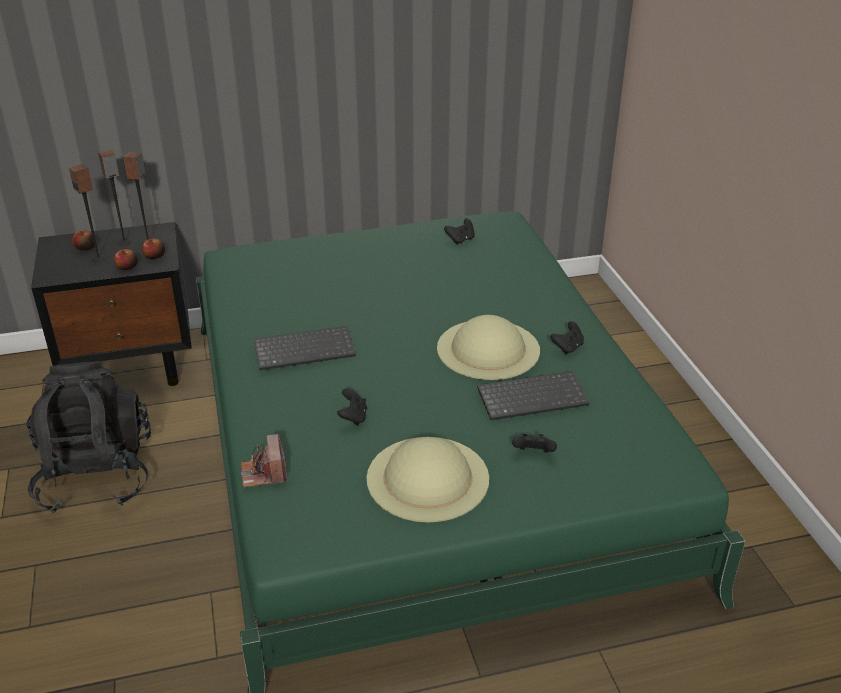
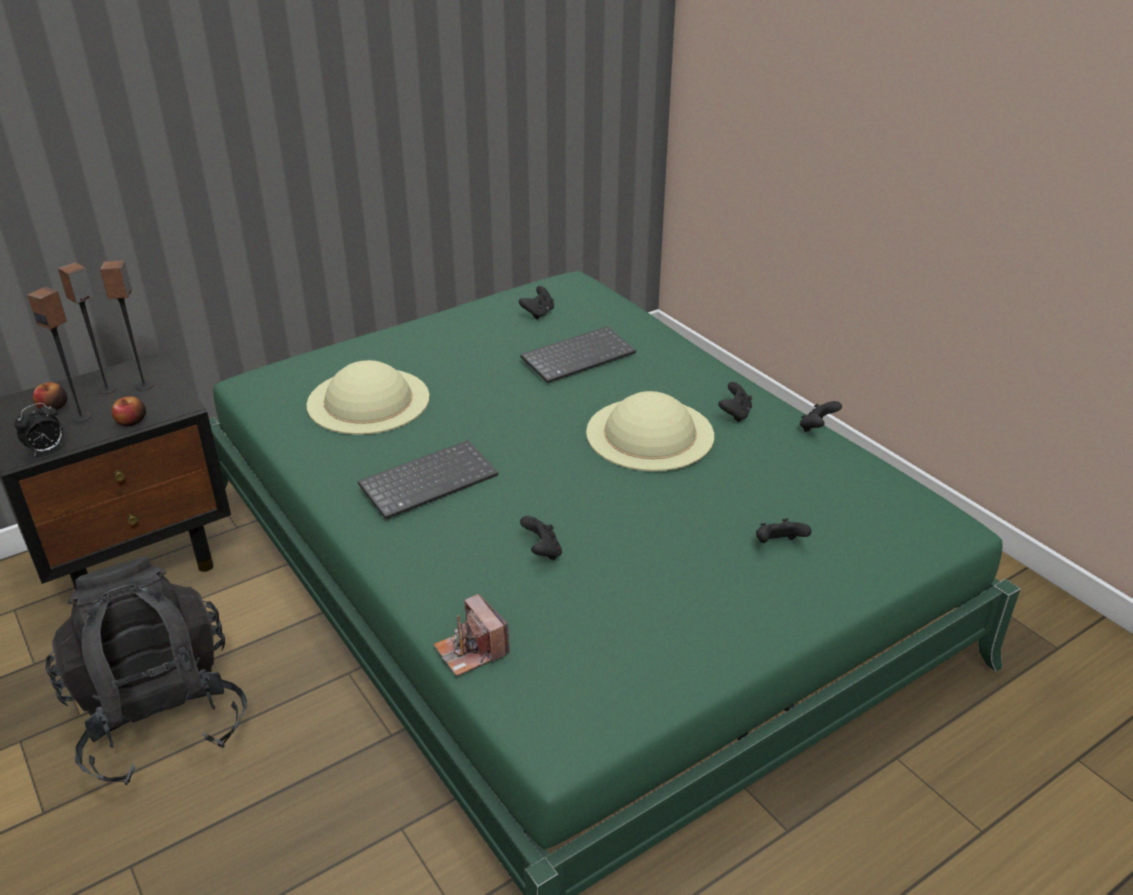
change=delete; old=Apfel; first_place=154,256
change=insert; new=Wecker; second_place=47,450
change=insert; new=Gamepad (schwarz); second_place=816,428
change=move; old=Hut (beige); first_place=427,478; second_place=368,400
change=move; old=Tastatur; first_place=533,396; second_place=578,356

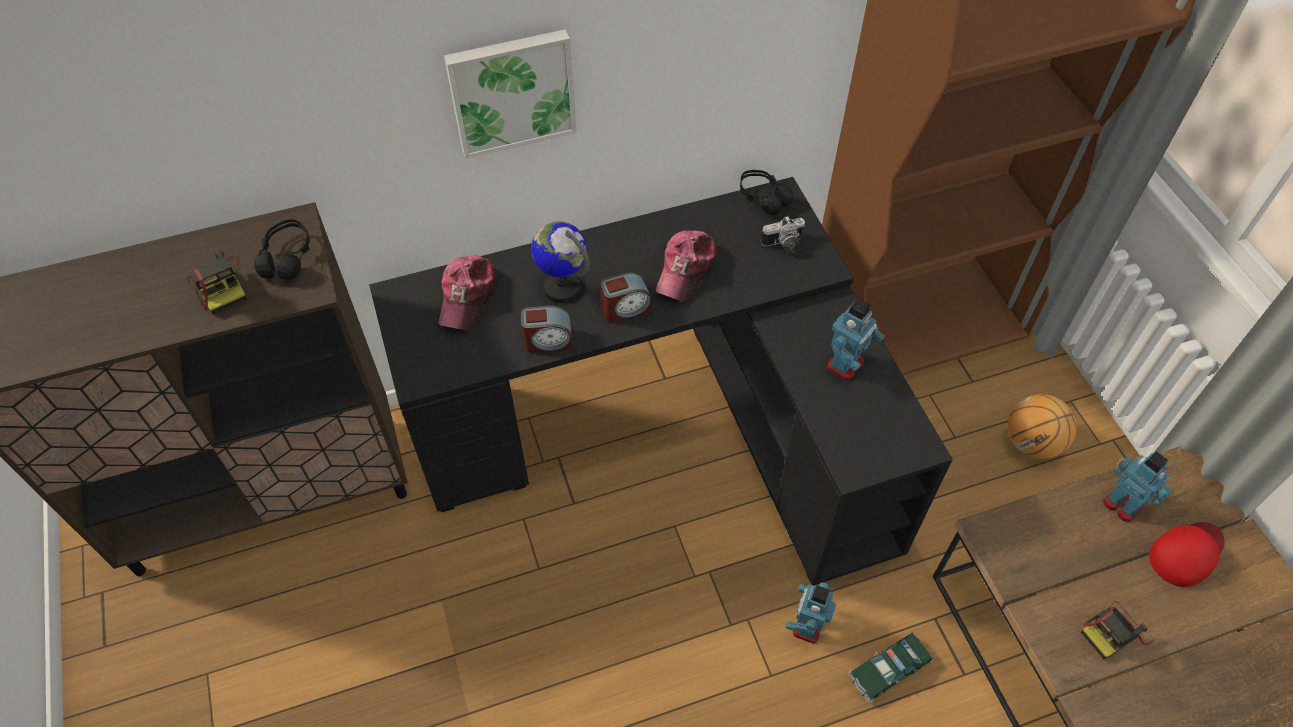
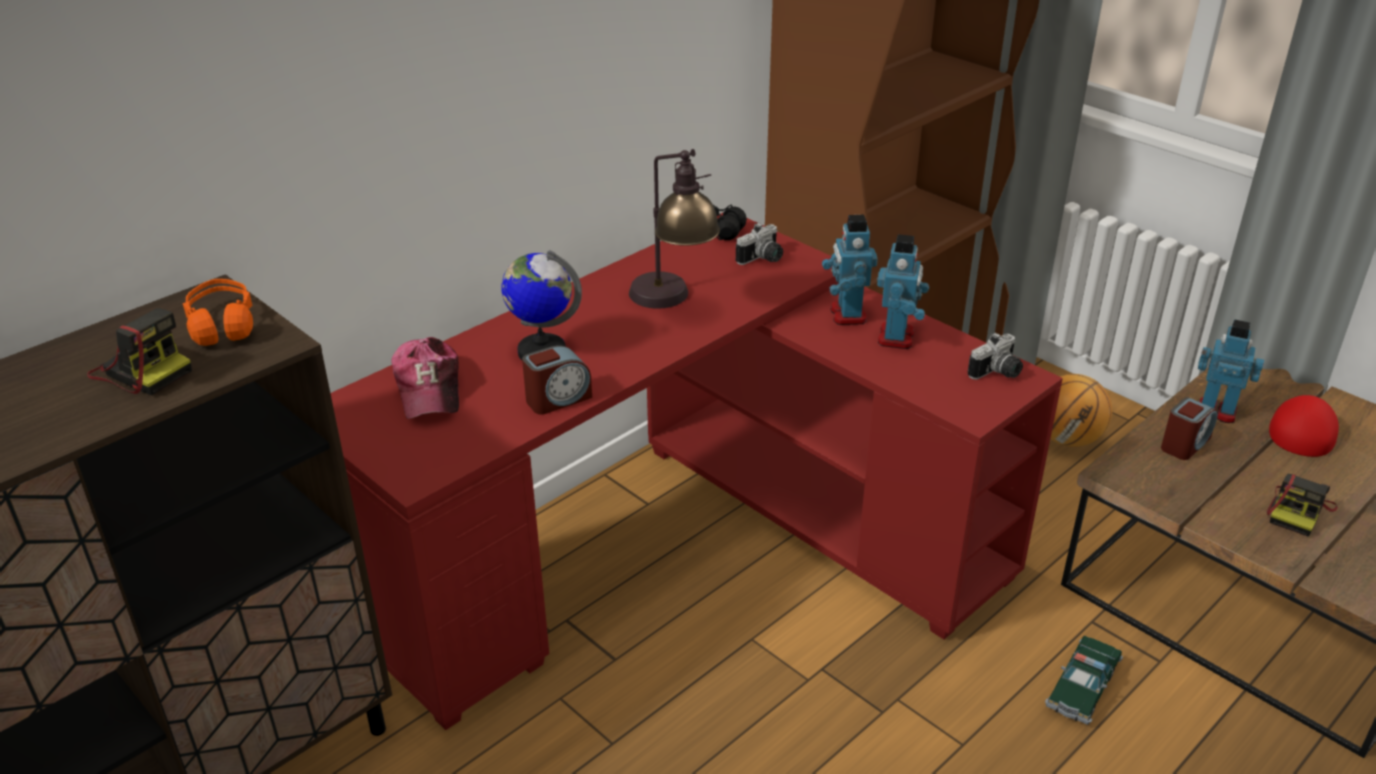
change=delete; old=Bild; first_place=512,91
change=insert; new=Kamera; second_place=998,373
change=move; old=Wecker; first_place=625,308; second_place=1185,444
change=move; old=Spielzeugroboter; first_place=807,626; second_place=847,315
change=replace; old=Kappe; new=Tischlampe; first_place=686,270; second_place=673,302
change=recolor; old=Kopfhörer (schwarz); new=Kopfhörer (orange); first_place=287,257; second_place=222,325
change=recolor; old=Schreibtisch (schwarz); new=Schreibtisch (rot); first_place=669,427; second_place=682,547

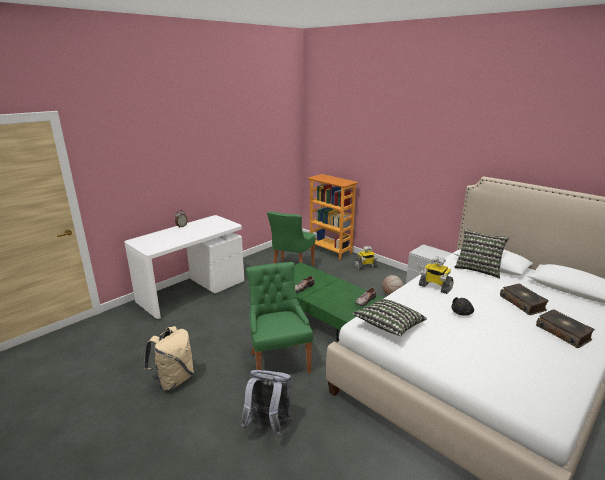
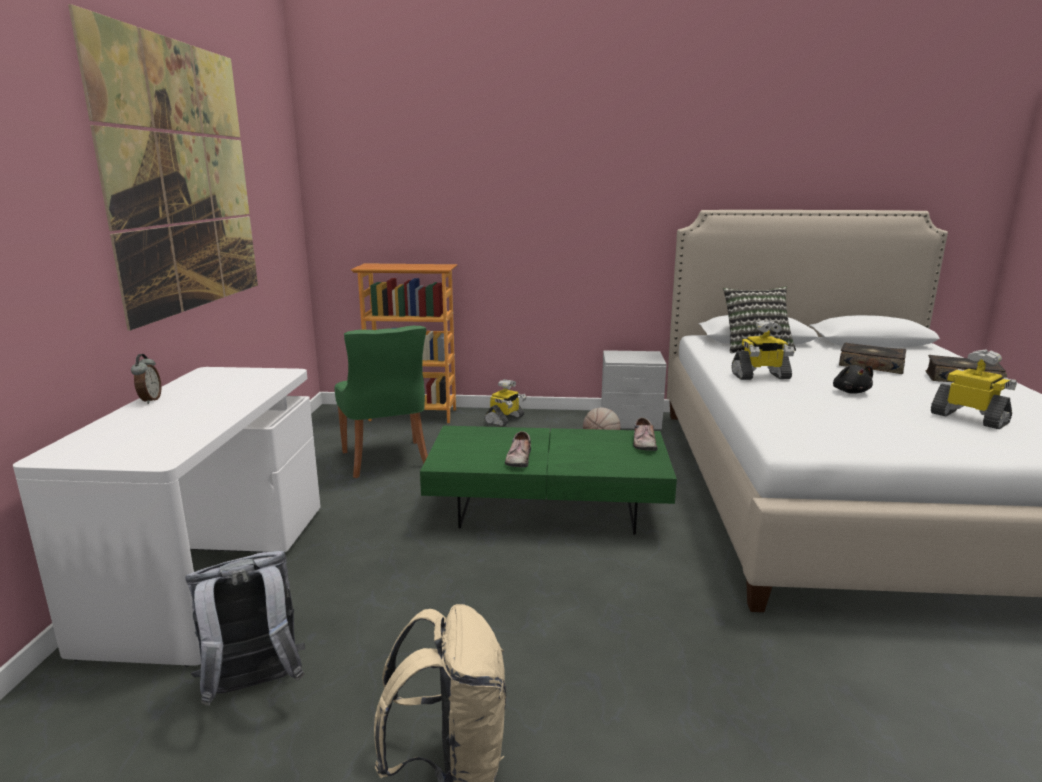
change=delete; old=Stuhl (grün); first_place=278,361
change=delete; old=Kissen; first_place=388,326
change=insert; new=Bild; second_place=184,178
change=insert; new=Spielzeugroboter; second_place=970,418
change=move; old=Rucksack (grau); first_place=269,426; second_place=254,688

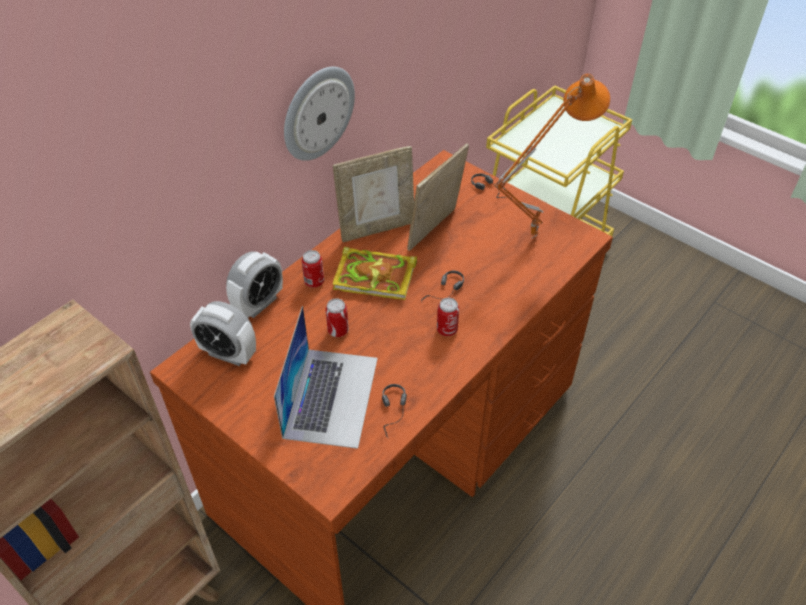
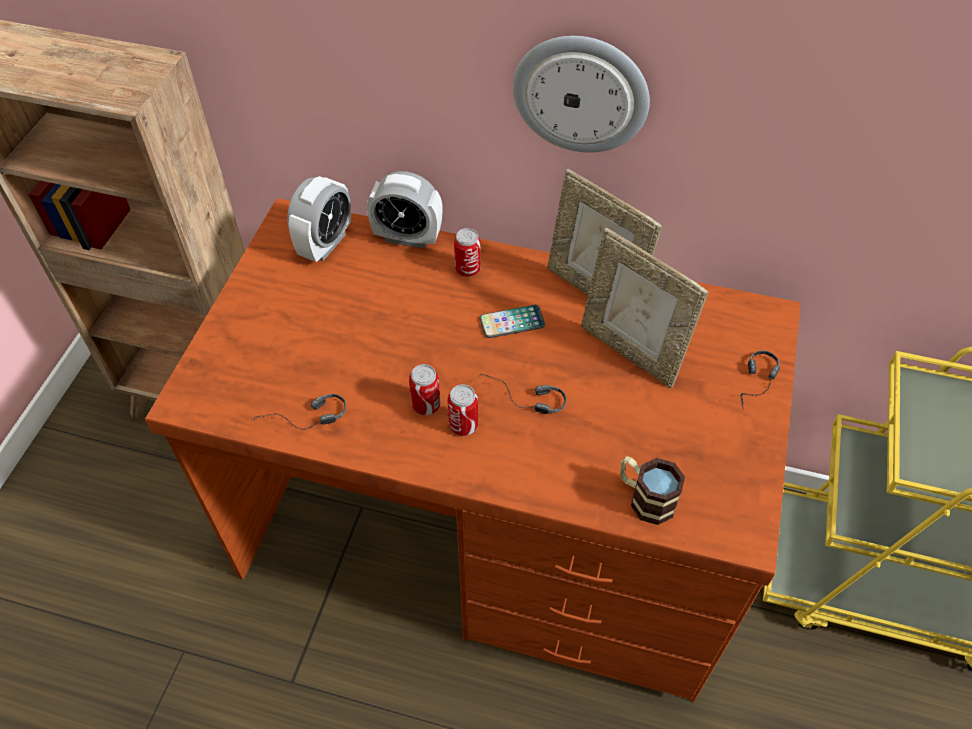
change=delete; old=Laptop; first_place=331,396
change=delete; old=Tischlampe (orange); first_place=532,235
change=insert; new=Henkelbecher; second_place=644,498
change=move; old=Dose; first_place=338,331; second_place=426,405
change=replace; old=Buch; new=Handy; first_place=377,276; second_place=512,322
change=rotate; old=Wecker; first_place=228,354; second_place=325,244; degrees=-150
change=rotate; old=Bilderrahmen; first_place=435,231; second_place=631,351; degrees=-150

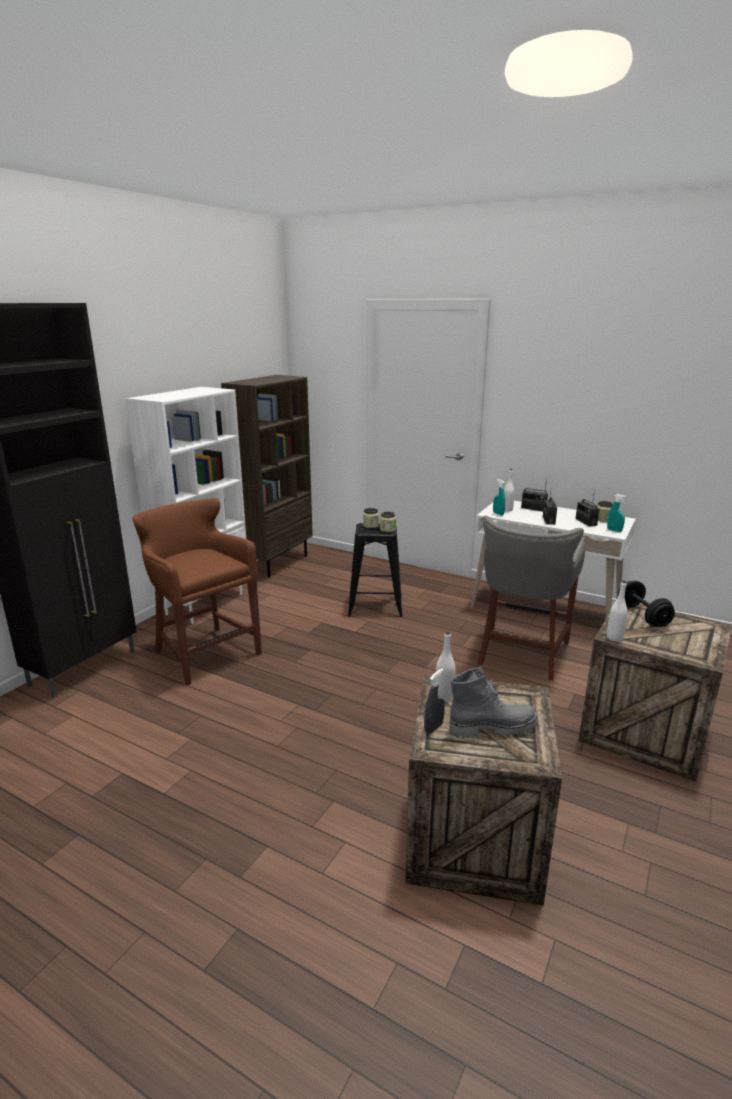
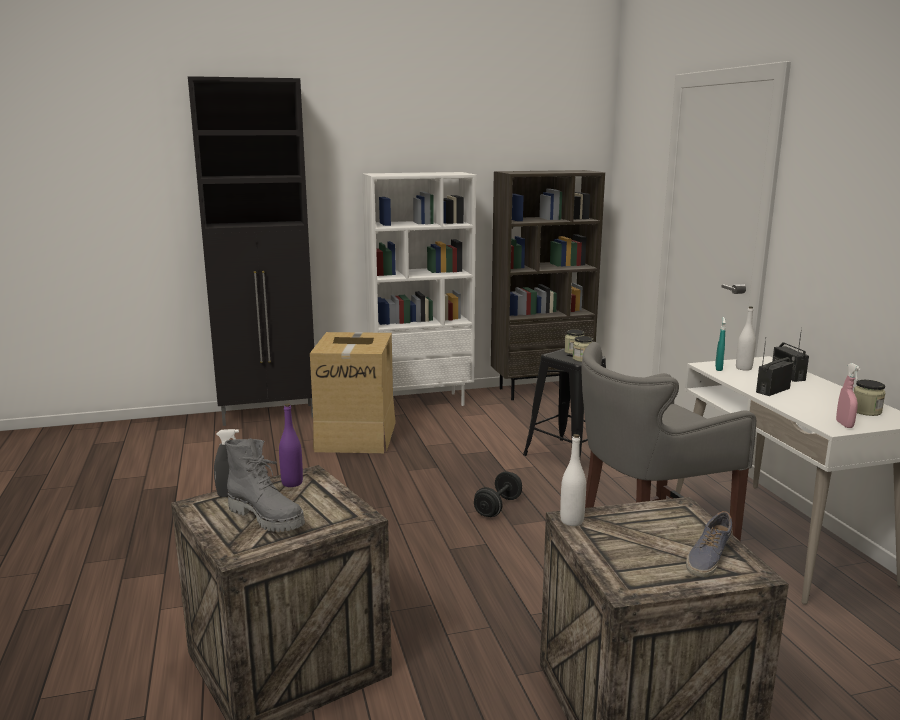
change=delete; old=Radio; first_place=586,522
change=insert; new=Schuh; second_place=708,557
change=move; old=Hantel (schwarz); first_place=642,616; second_place=498,507
change=replace; old=Hocker (braun); new=Karton; first_place=204,652; second_place=356,436
change=recolor; old=Flasche (weiß); new=Flasche (lila); first_place=444,696; second_place=292,483
change=recolor; old=Sprühflasche (türkis); new=Sprühflasche (rosa); first_place=614,530; second_place=844,424

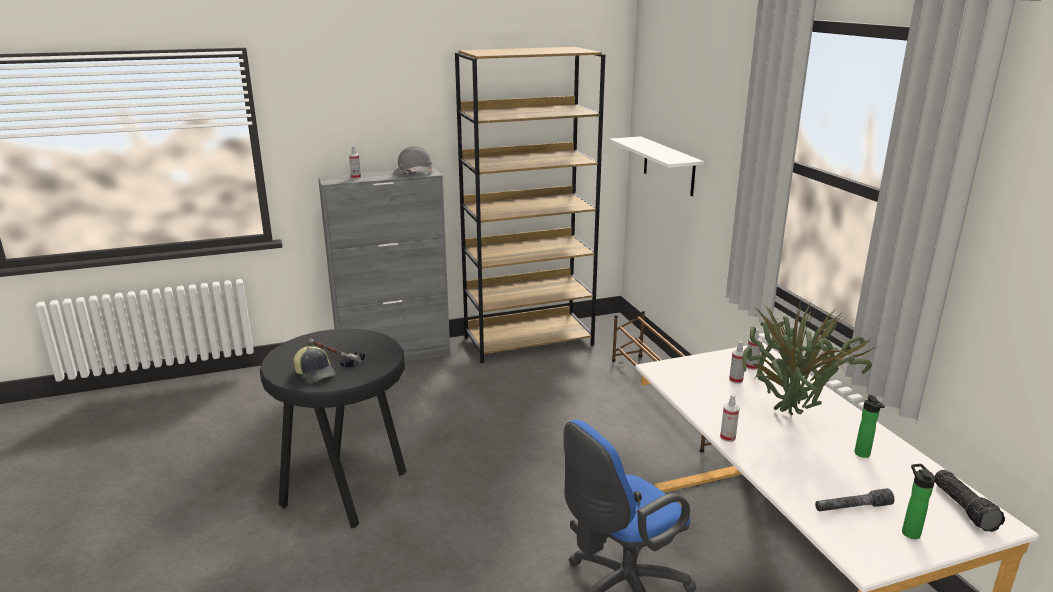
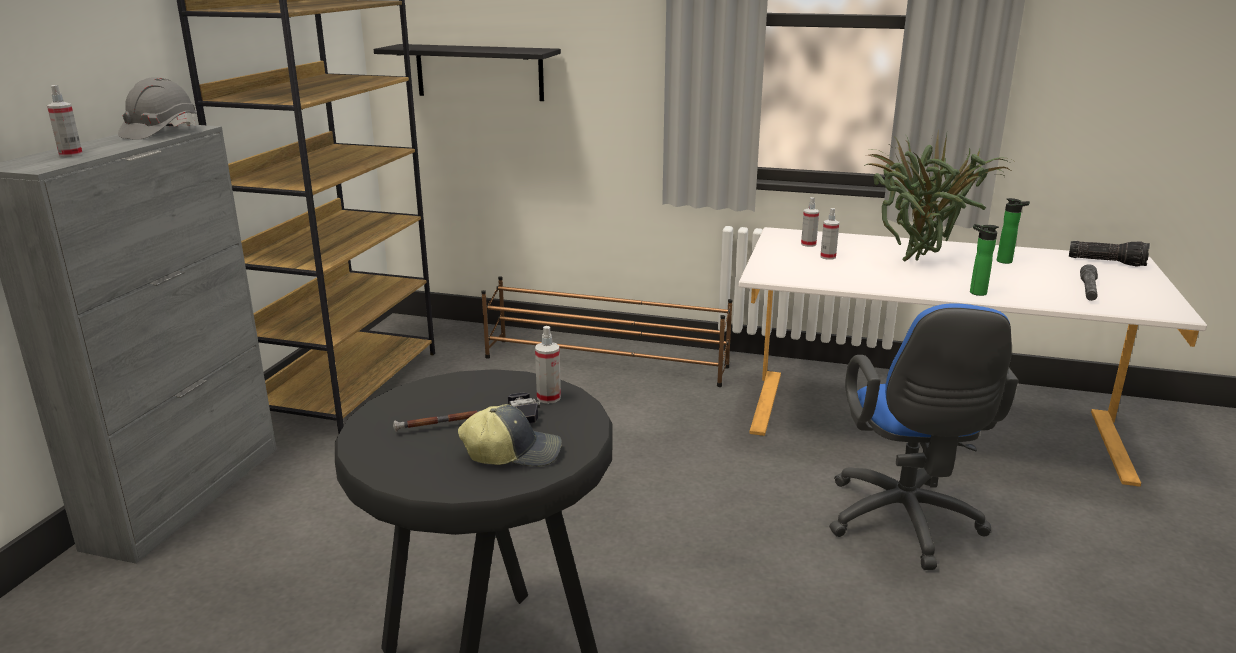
change=move; old=Sprühflasche; first_place=727,437; second_place=548,398
change=move; old=Flasche; first_place=909,531; second_place=975,292
change=recolor; old=Wandregal (weiß); new=Wandregal (schwarz); first_place=668,166; second_place=479,72

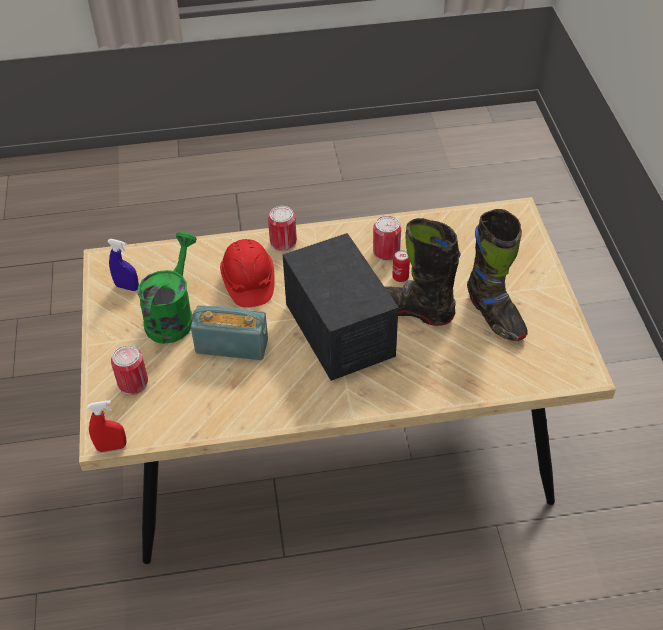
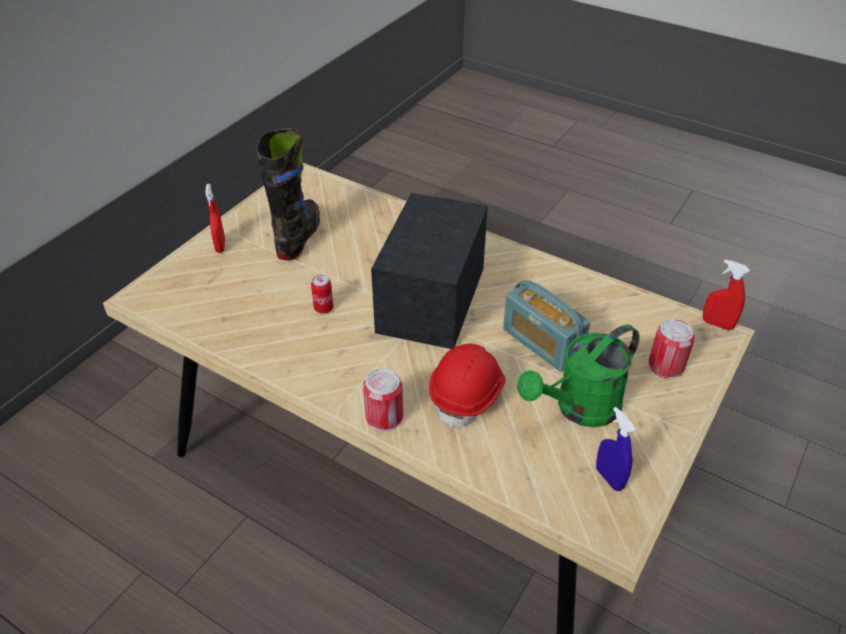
change=delete; old=Dose; first_place=386,252
change=delete; old=Stiefel (schwarz); first_place=412,310
change=insert; new=Sprühflasche (rot); second_place=220,246

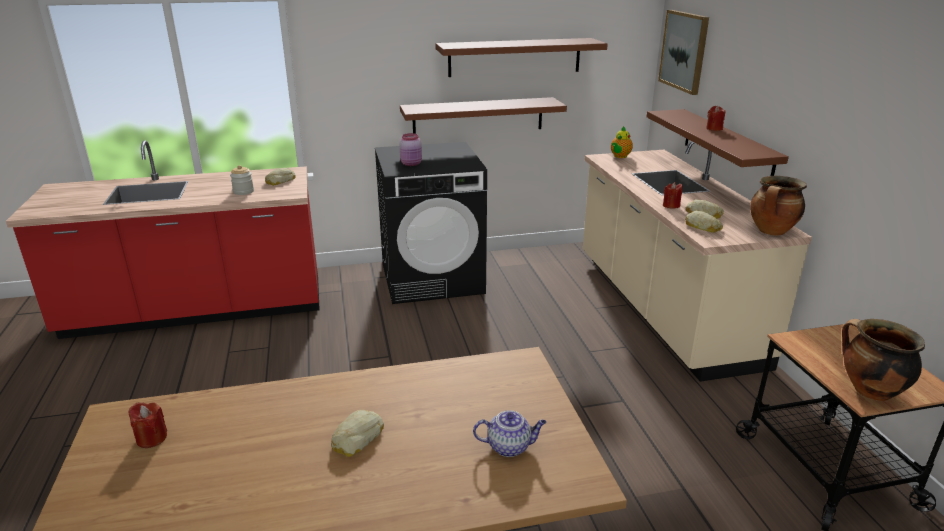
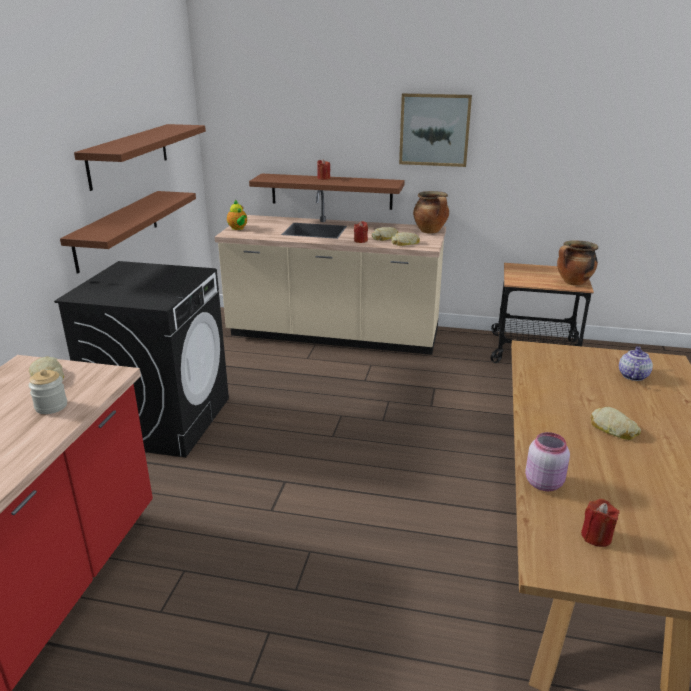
change=move; old=Vorratsglas (rosa); first_place=411,164; second_place=544,482
change=move; old=Bild; first_place=684,51; second_place=434,130

